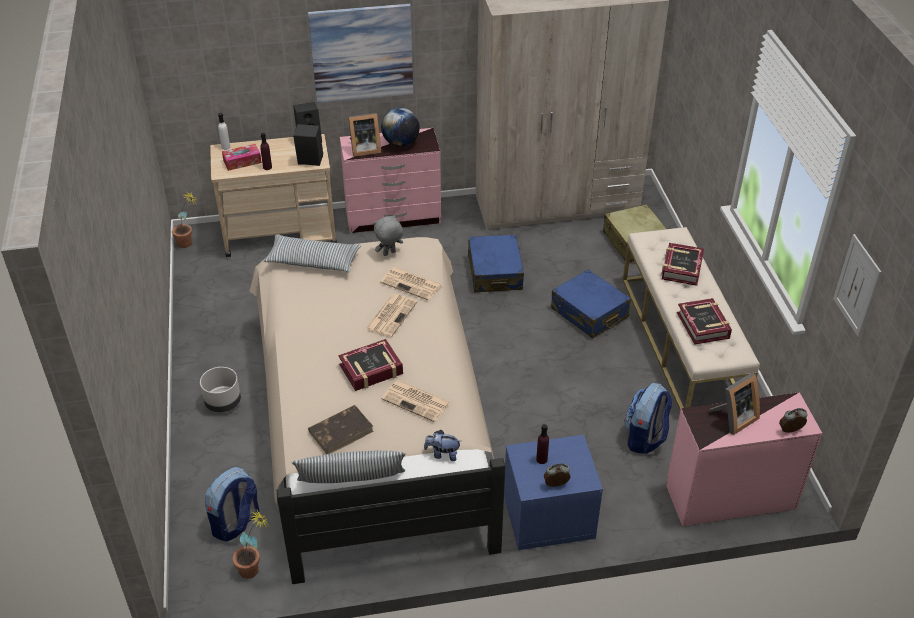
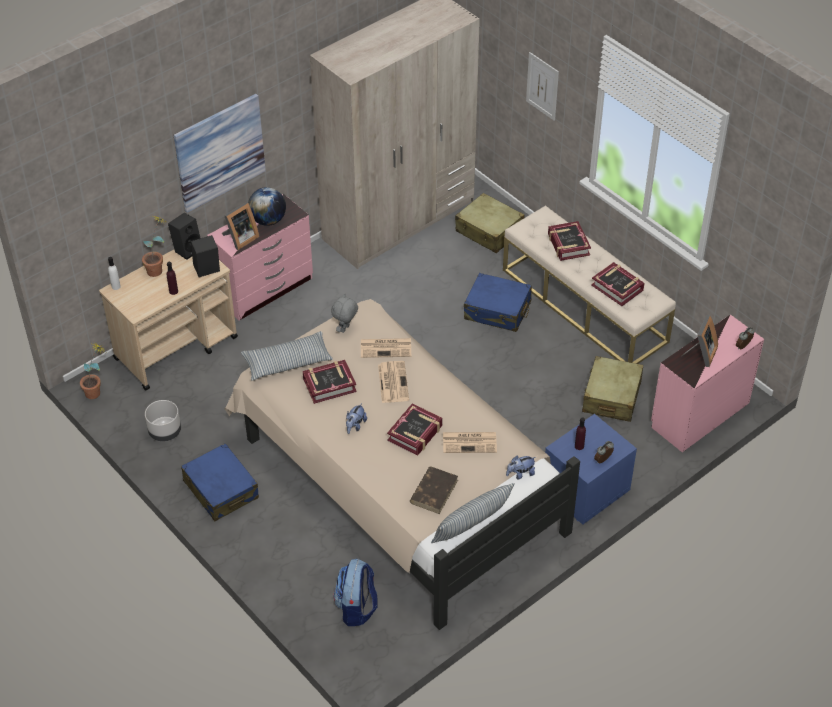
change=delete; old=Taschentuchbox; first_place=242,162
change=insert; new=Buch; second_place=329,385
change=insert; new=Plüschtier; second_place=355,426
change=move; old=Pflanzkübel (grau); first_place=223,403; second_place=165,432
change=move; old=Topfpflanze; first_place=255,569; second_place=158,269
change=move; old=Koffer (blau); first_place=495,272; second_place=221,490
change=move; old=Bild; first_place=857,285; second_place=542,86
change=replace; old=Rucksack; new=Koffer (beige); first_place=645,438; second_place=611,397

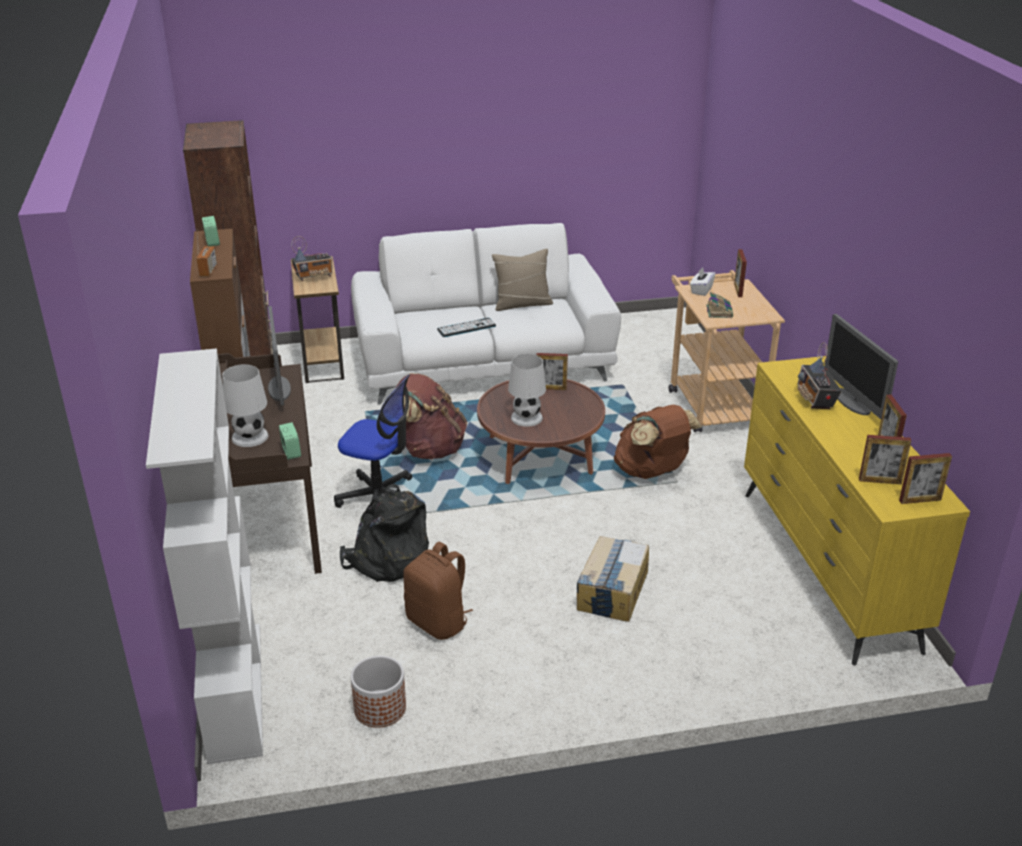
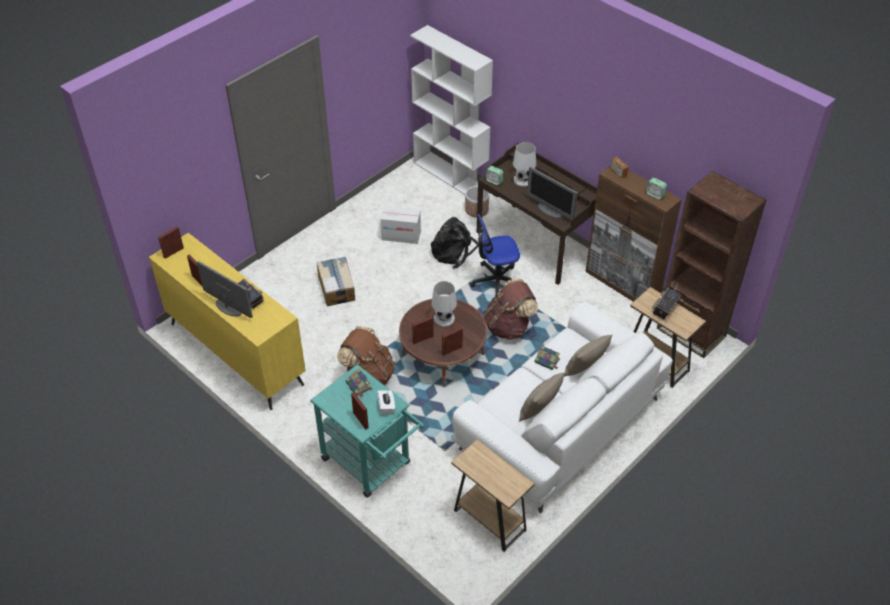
change=insert; new=Beistelltisch (braun); second_place=489,520
change=insert; new=Kissen (beige); second_place=585,368
change=move; old=Pflanzkübel; first_place=379,709; second_place=477,209
change=move; old=Bilderrahmen; first_place=880,481; second_place=423,339
change=replace; old=Rucksack (braun); new=Karton; first_place=438,622; second_place=401,235
change=replace; old=Tastatur; new=Buch; first_place=466,328; second_place=547,361
change=recolor; old=Rollwagen (beige); new=Rollwagen (türkis); first_place=712,402; second_place=371,465

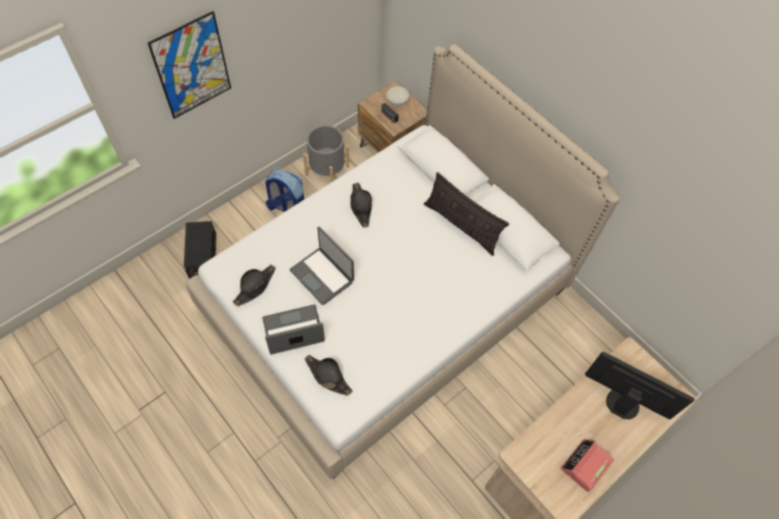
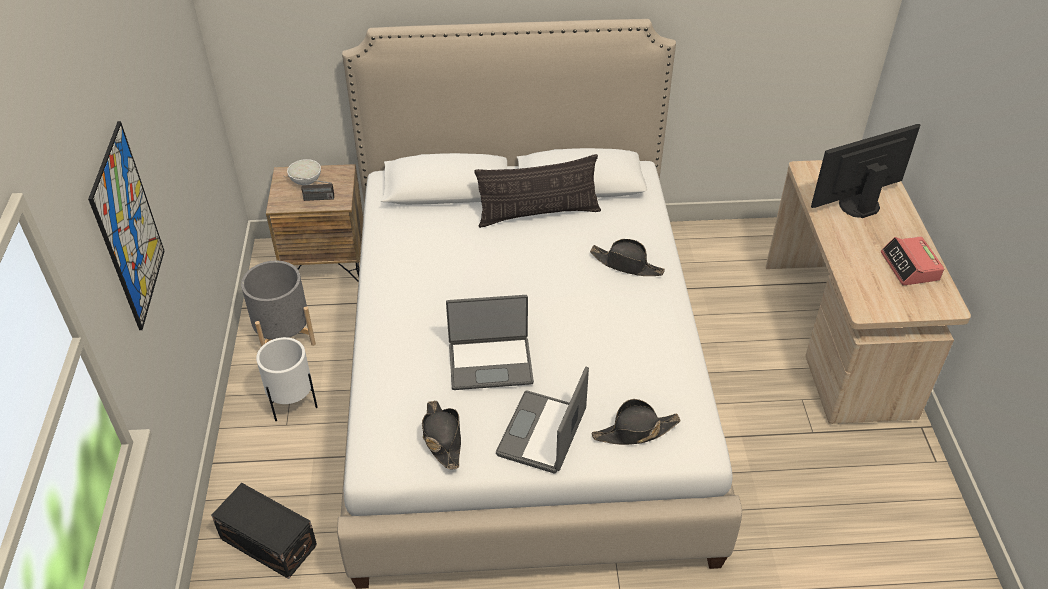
change=move; old=Hut (schwarz); first_place=360,207; second_place=627,265
change=replace; old=Rucksack; new=Pflanzkübel (weiß); first_place=287,207; second_place=293,405

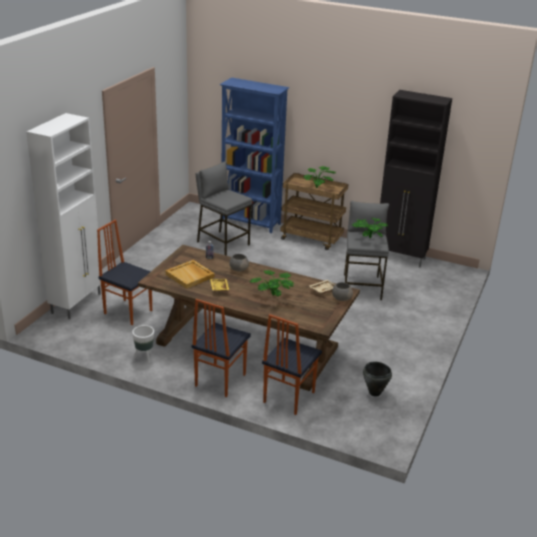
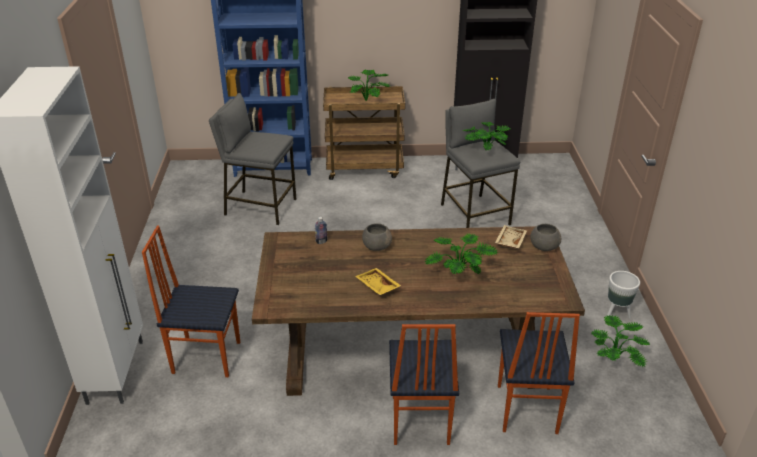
change=delete; old=Tablett (beige); first_place=190,275
change=move; old=Pflanzkübel (weiß); first_place=144,358; second_place=616,313
change=replace; old=Kochtopf (schwarz); new=Topfpflanze; first_place=375,393; second_place=616,358

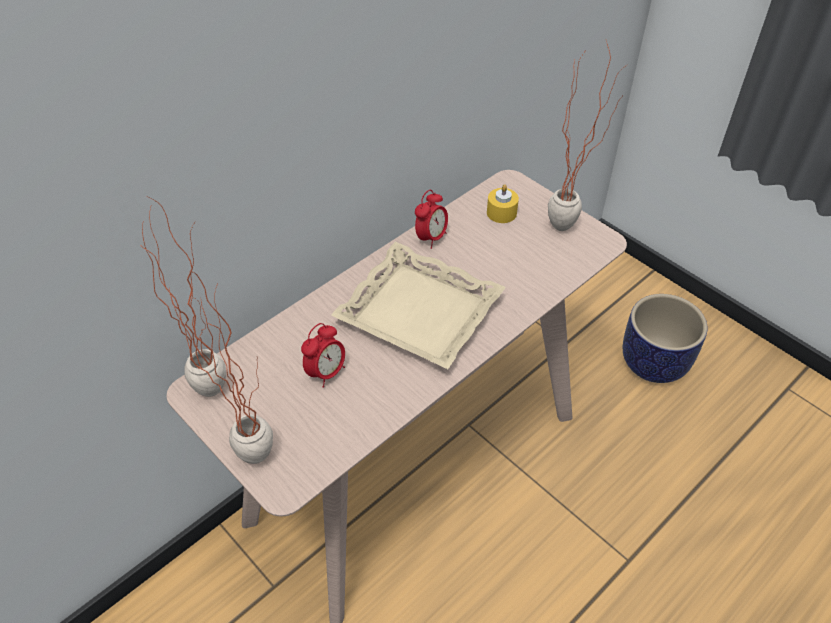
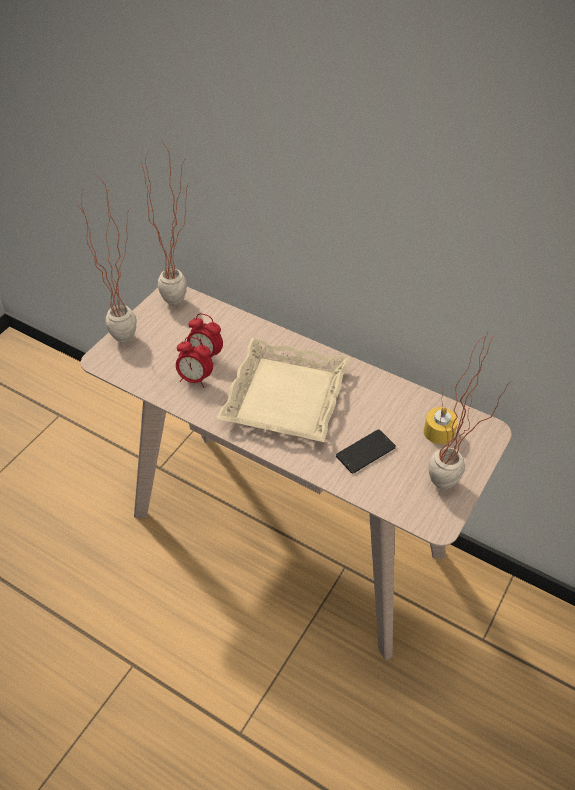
change=delete; old=Pflanzkübel; first_place=655,363
change=insert; new=Handy; second_place=365,451
change=move; old=Wecker; first_place=431,238; second_place=195,379

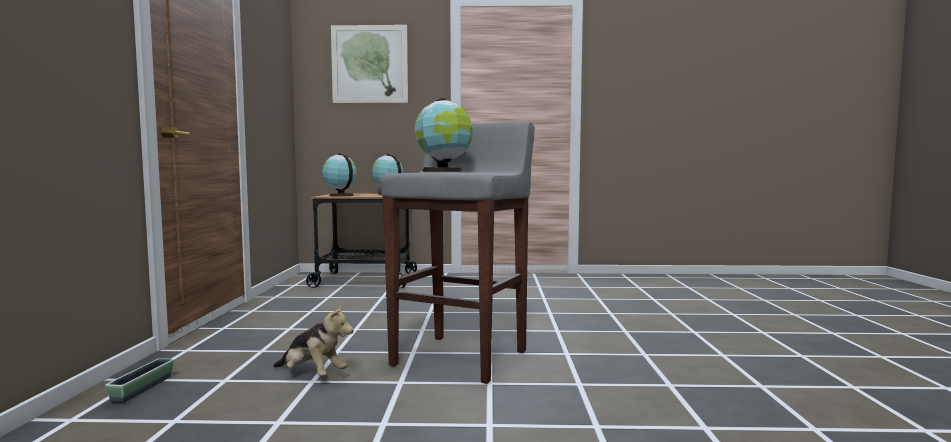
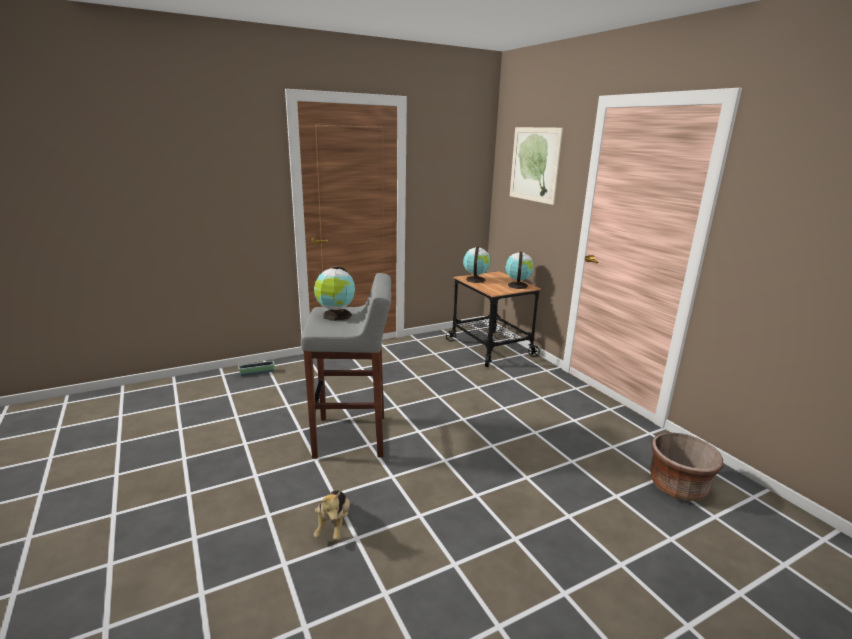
change=insert; new=Pflanzkübel (braun); second_place=677,486
change=move; old=Plüschtier; first_place=312,375; second_place=333,525

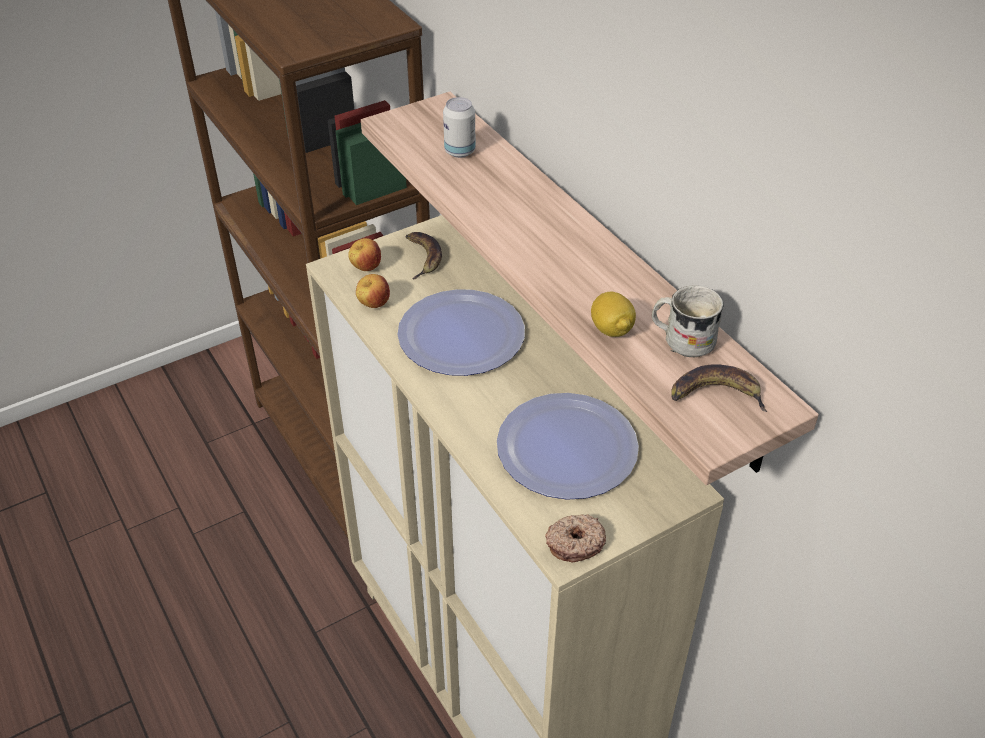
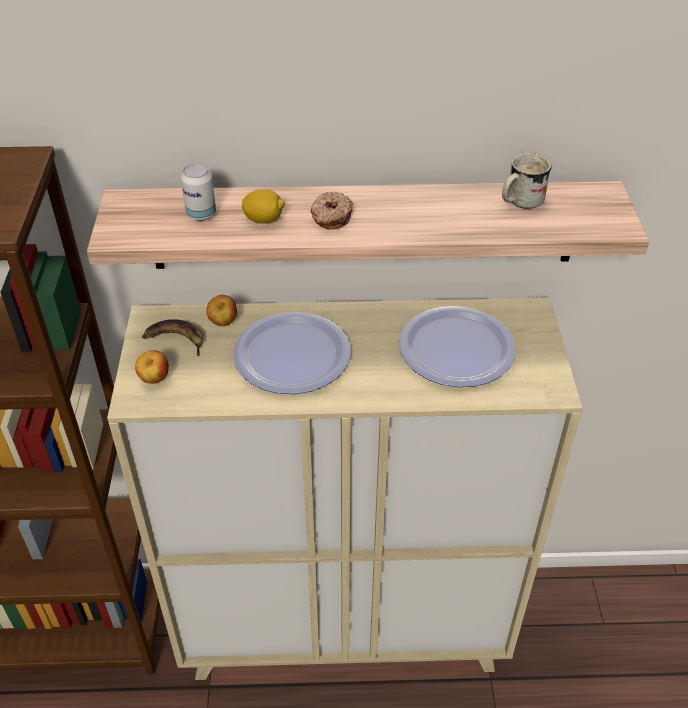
change=delete; old=Banane; first_place=715,394
change=move; old=Apfel; first_place=373,304; second_place=223,323
change=move; old=Donut; first_place=575,542; second_place=331,217
change=move; old=Zitrone; first_place=611,329; second_place=264,219

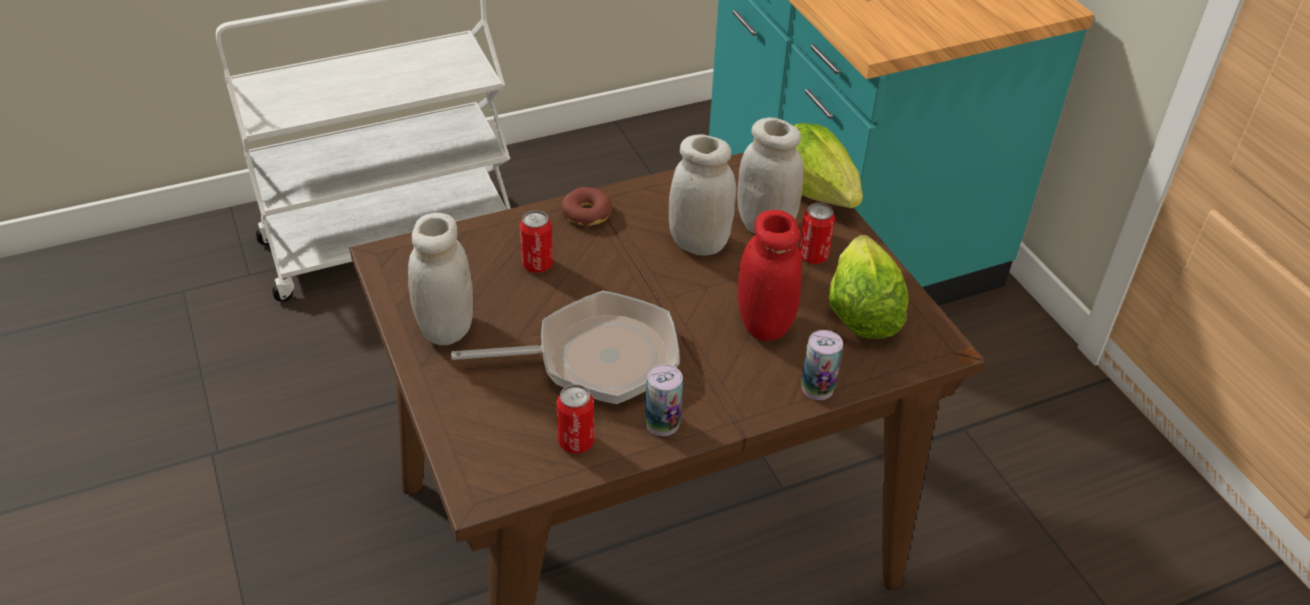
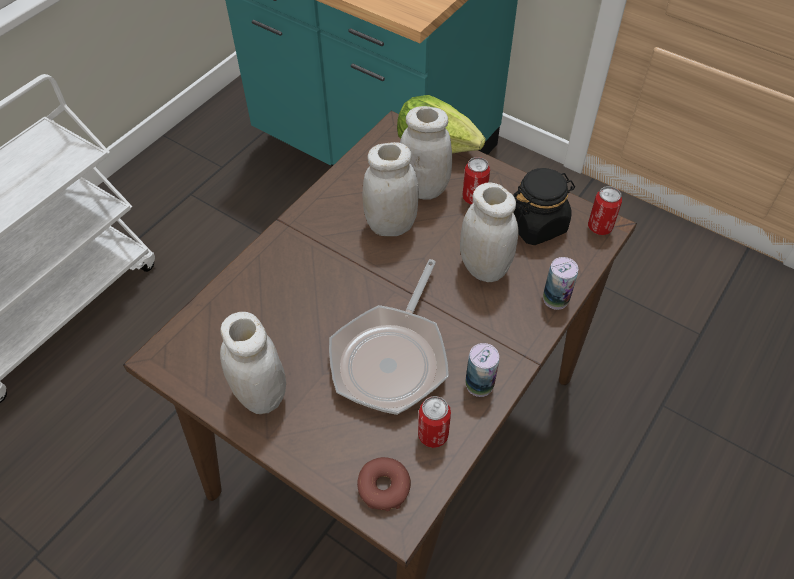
change=move; old=Dose; first_place=537,264; second_place=599,227
change=move; old=Donut; first_place=587,213; second_place=384,487
change=replace; old=Salatkopf; new=Vorratsglas (schwarz); first_place=861,310; second_place=536,224
change=recolor; old=Vorratsglas (rot); new=Vorratsglas (weiß); first_place=764,324; second_place=484,268
change=rotate; old=Pfanne; first_place=596,358; second_place=392,358; degrees=150

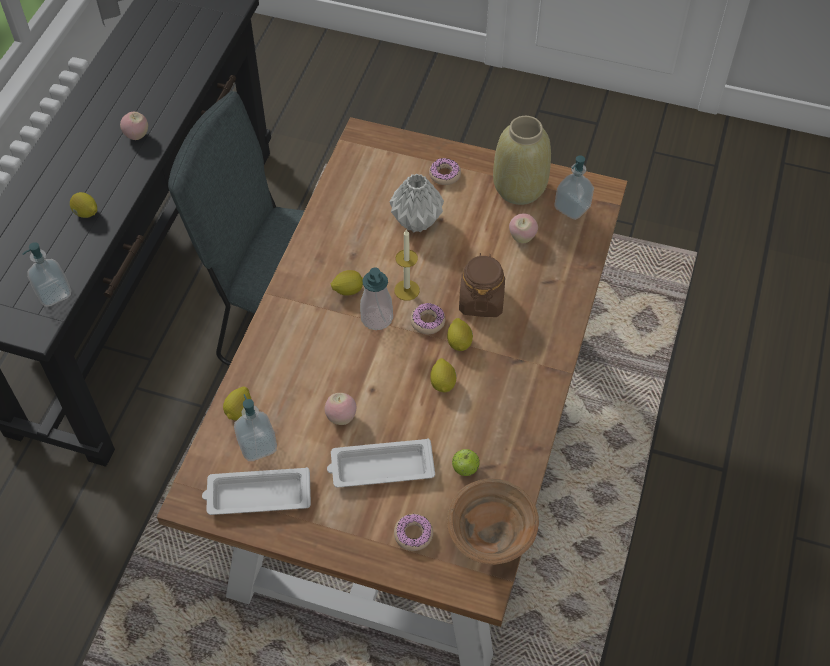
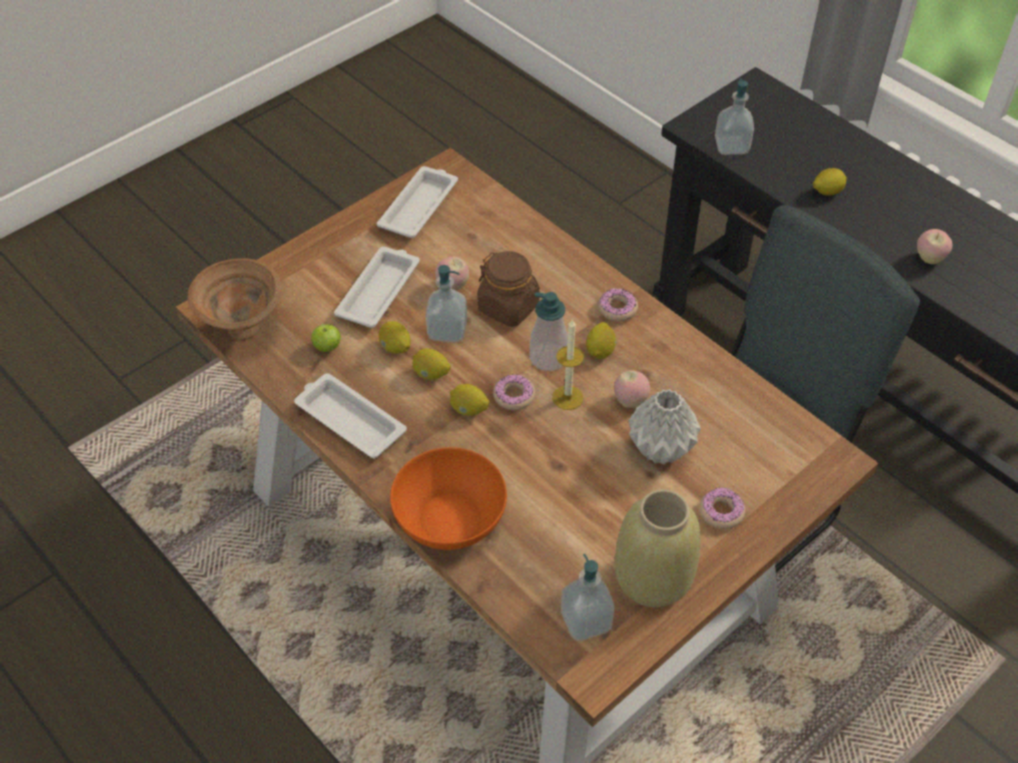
change=insert; new=Tablett (weiß); second_place=348,420
change=insert; new=Schüssel (orange); second_place=449,518
change=move; old=Zitrone; first_place=239,411; second_place=395,348
change=move; old=Seifenspender; first_place=257,445; second_place=447,330
change=move; old=Donut; first_place=413,534; second_place=617,309
change=move; old=Vorratsglas (braun); first_place=481,300; second_place=509,307
change=move; old=Apfel; first_place=522,238; second_place=630,401

